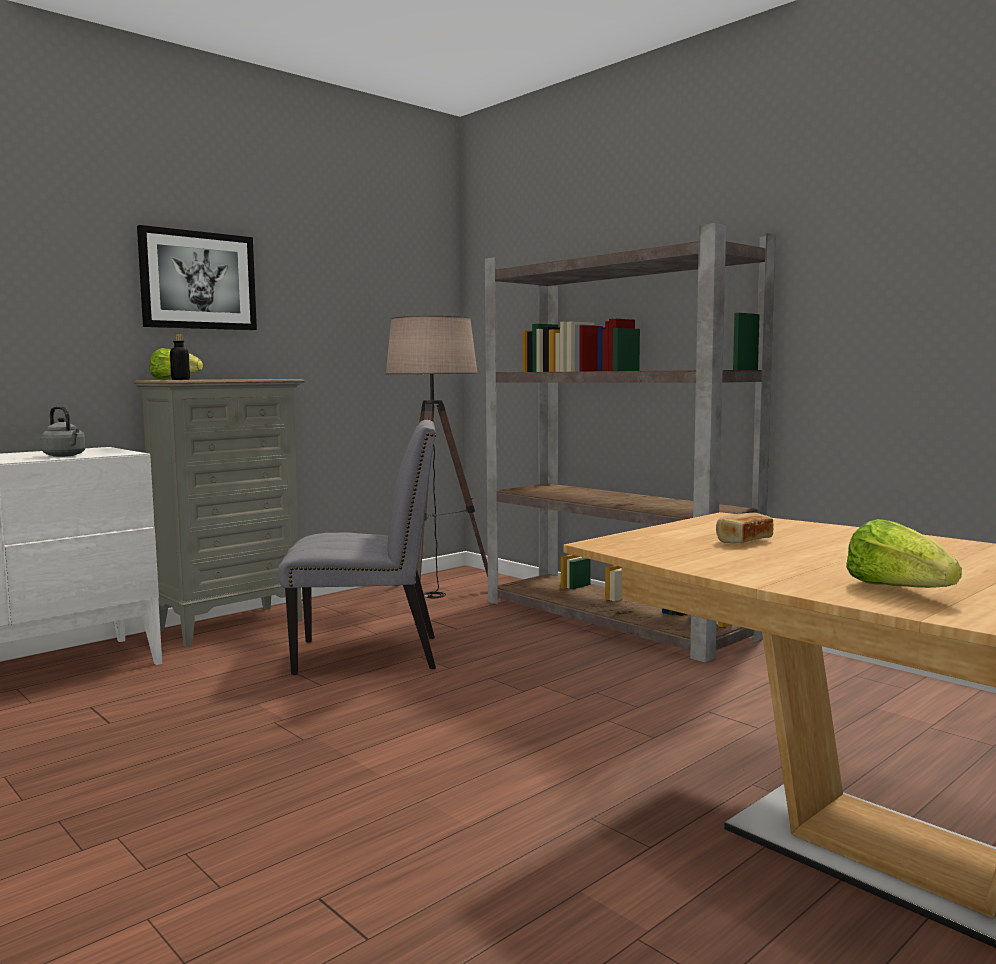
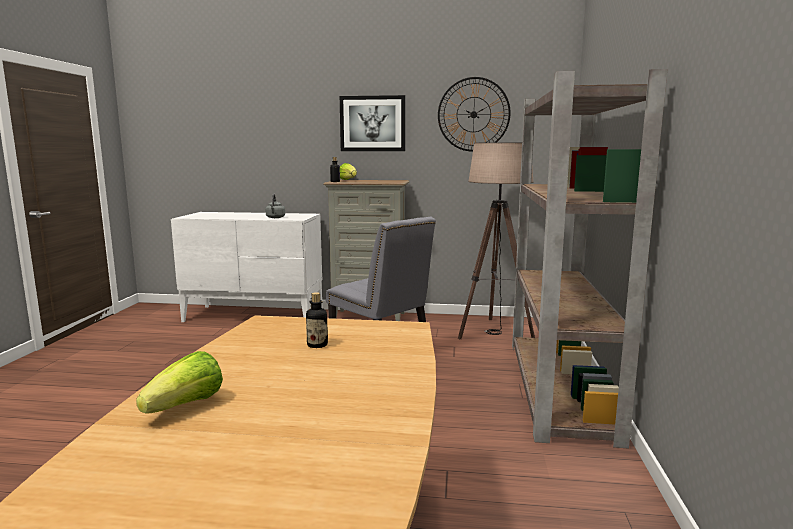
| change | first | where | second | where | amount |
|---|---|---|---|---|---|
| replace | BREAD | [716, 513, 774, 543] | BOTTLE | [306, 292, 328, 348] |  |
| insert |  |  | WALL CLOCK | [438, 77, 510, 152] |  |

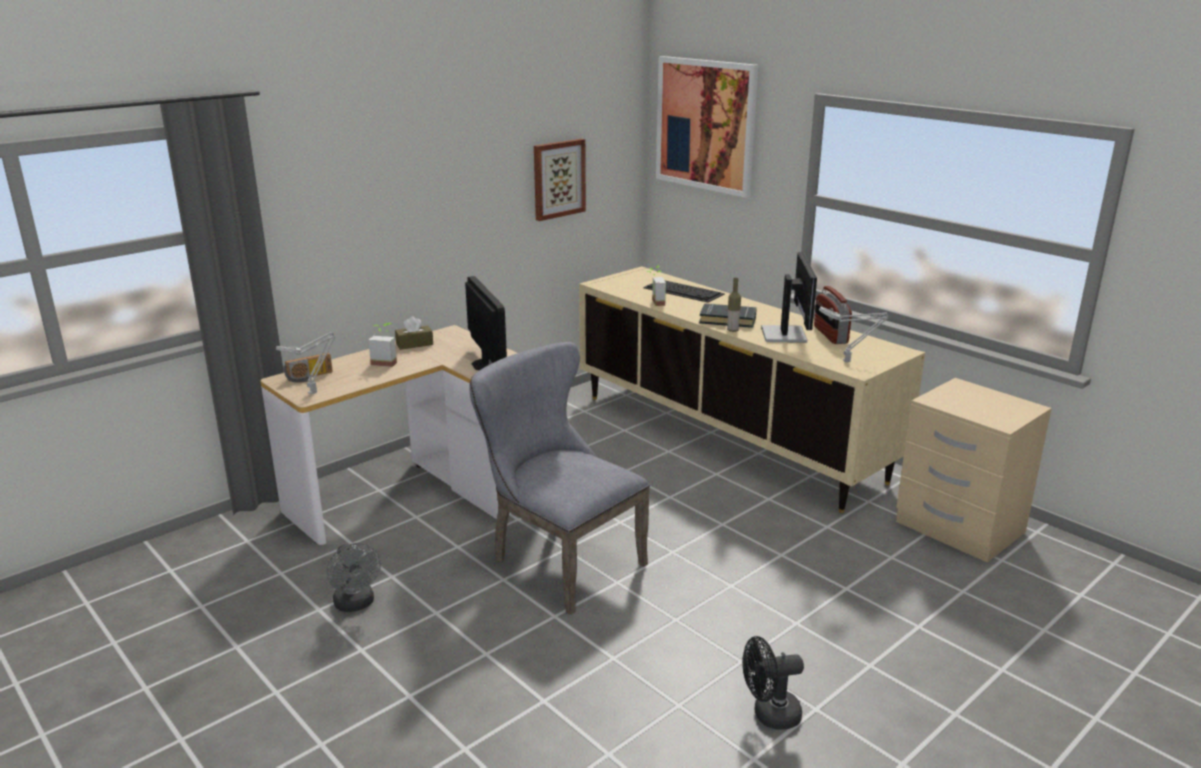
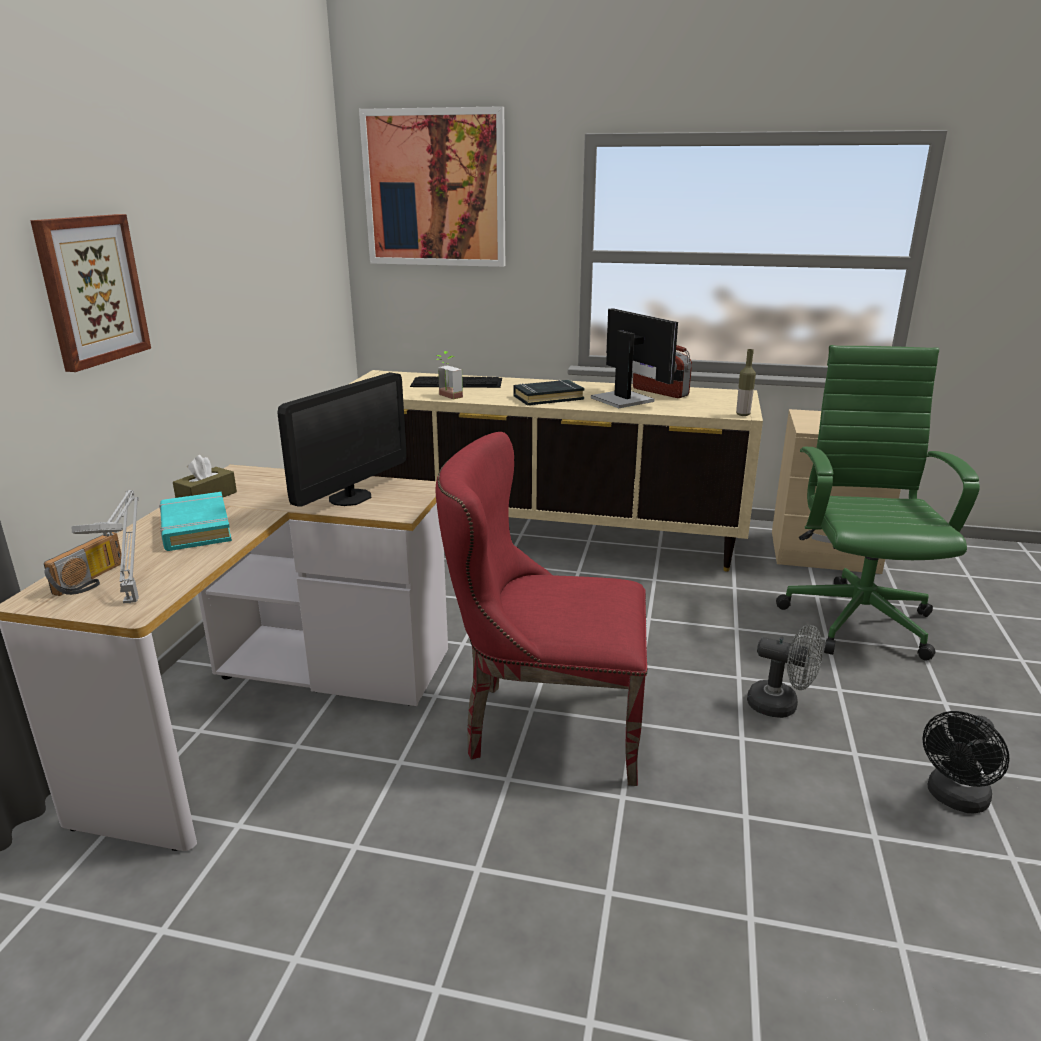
| change | first | where | second | where | amount |
|---|---|---|---|---|---|
| move | PICTURE | [534, 139, 586, 221] |  | [30, 214, 151, 372] |  |
| rotate | MONITOR | [465, 276, 507, 370] |  | [277, 372, 406, 507] | 90 degrees clockwise |
| move | BOTTLE | [727, 278, 741, 332] |  | [736, 349, 756, 416] |  |
| delete | GREY TABLE LAMP | [819, 307, 889, 362] |  |  |  |
| replace | POTTED PLANT | [368, 323, 397, 367] | TURQUOISE BOOK | [159, 492, 232, 551] |  |
| recolor | GREY CHAIR | [469, 342, 650, 615] | RED CHAIR | [435, 432, 648, 786] |  |
| move | GREY FAN | [326, 543, 381, 612] |  | [747, 625, 823, 718] |  |
| insert |  |  | GREEN OFFICE CHAIR | [776, 345, 980, 661] |  |

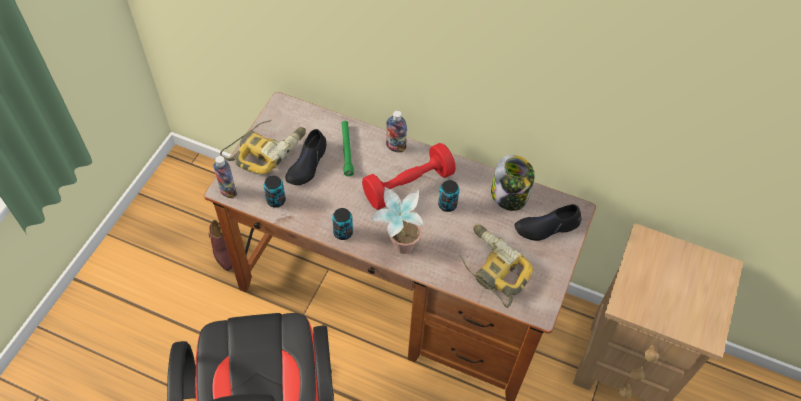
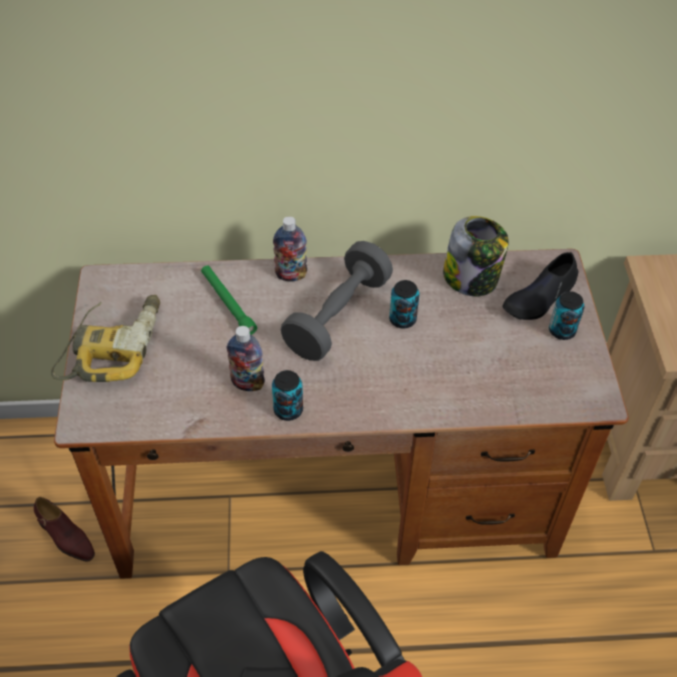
| change | first | where | second | where | amount |
|---|---|---|---|---|---|
| delete | BLACK SHOE | [285, 129, 326, 185] |  |  |  |
| recolor | RED DUMBBELL | [362, 143, 456, 210] | GREY DUMBBELL | [281, 241, 393, 361] |  |
| move | BOTTLE | [213, 156, 237, 199] |  | [227, 326, 265, 391] |  |
| move | CAN | [264, 176, 286, 208] |  | [549, 291, 584, 340] |  |
| delete | POTTED PLANT | [371, 187, 424, 254] |  |  |  |
| delete | POWER DRILL | [459, 225, 533, 308] |  |  |  |

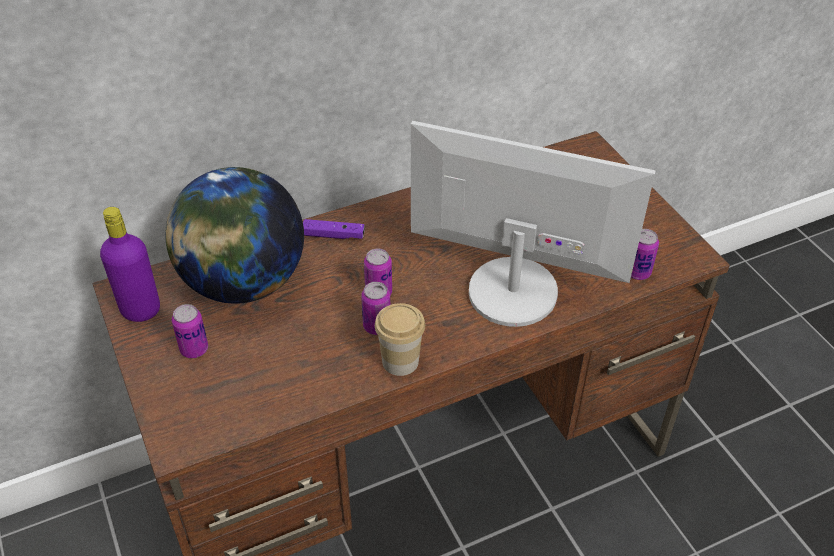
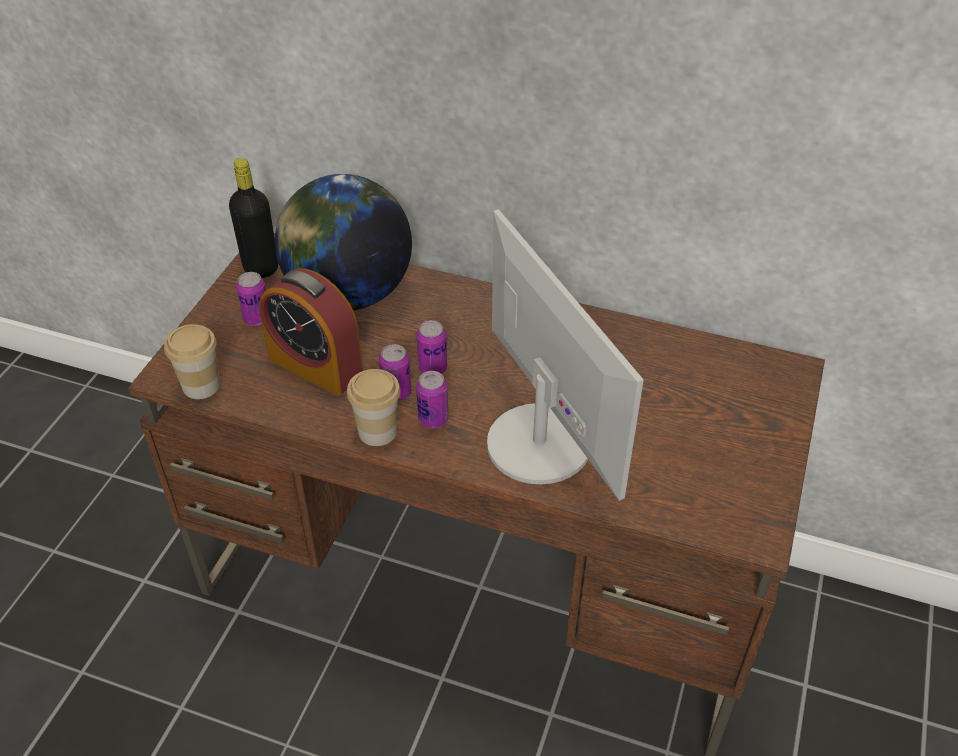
| change | first | where | second | where | amount |
|---|---|---|---|---|---|
| recolor | PURPLE BOTTLE | [100, 207, 160, 322] | BLACK BOTTLE | [229, 158, 278, 278] |  |
| delete | PURPLE GAME CONTROLLER | [303, 219, 365, 239] |  |  |  |
| move | CAN | [631, 229, 659, 280] |  | [416, 371, 448, 429] |  |
| insert |  |  | ALARM CLOCK | [259, 268, 363, 396] |  |
| insert |  |  | CUP | [164, 324, 220, 399] |  |

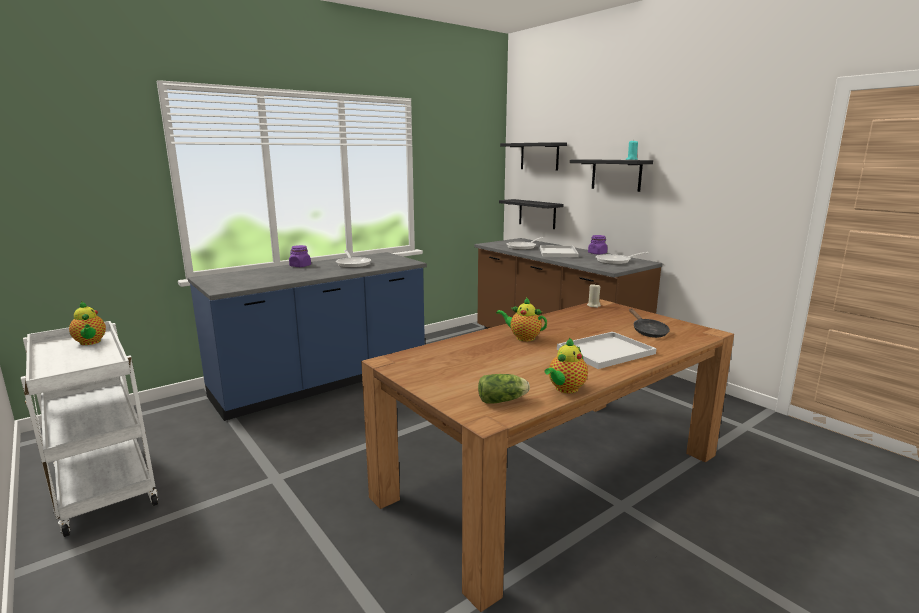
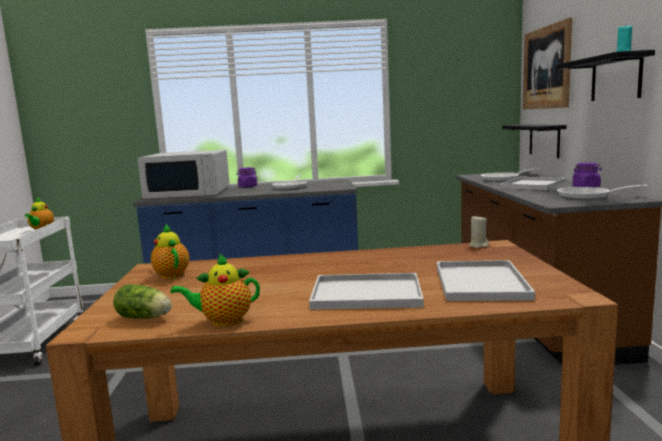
| change | first | where | second | where | amount |
|---|---|---|---|---|---|
| replace | BLACK SHELF | [500, 142, 567, 170] | PICTURE | [523, 18, 572, 110] |  |
| move | TEAPOT | [496, 297, 547, 341] |  | [151, 224, 189, 279] |  |
| replace | BLACK FRYING PAN | [629, 308, 670, 338] | WHITE TRAY | [437, 260, 535, 301] |  |
| insert |  |  | WHITE MICROWAVE | [138, 150, 230, 199] |  |

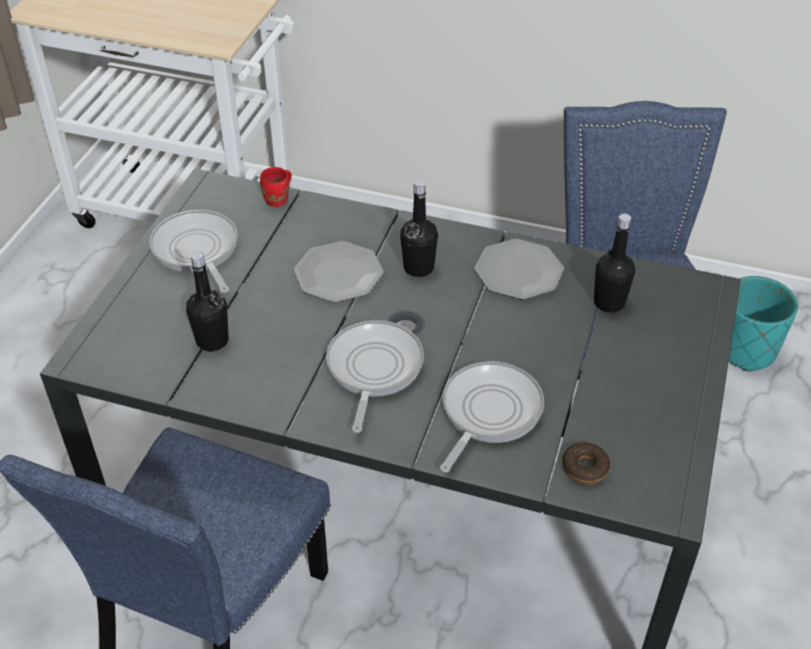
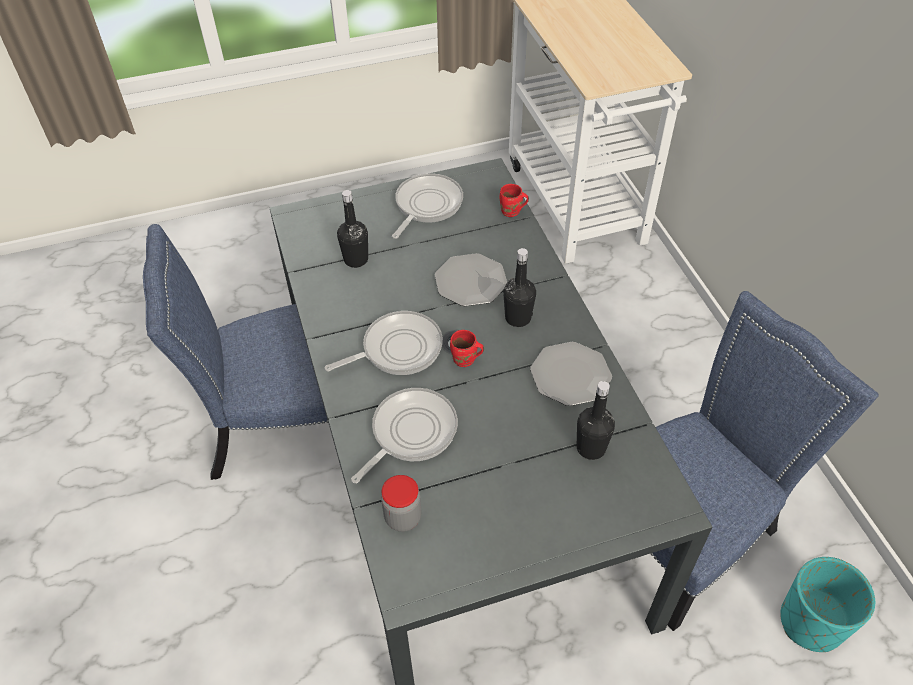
| change | first | where | second | where | amount |
|---|---|---|---|---|---|
| rotate | FRYING PAN | [440, 361, 544, 472] |  | [351, 388, 458, 483] | 45 degrees counterclockwise |
| replace | DONUT | [562, 442, 610, 484] | JAR | [381, 475, 422, 532] |  |
| insert |  |  | RED MUG | [450, 330, 484, 367] |  |

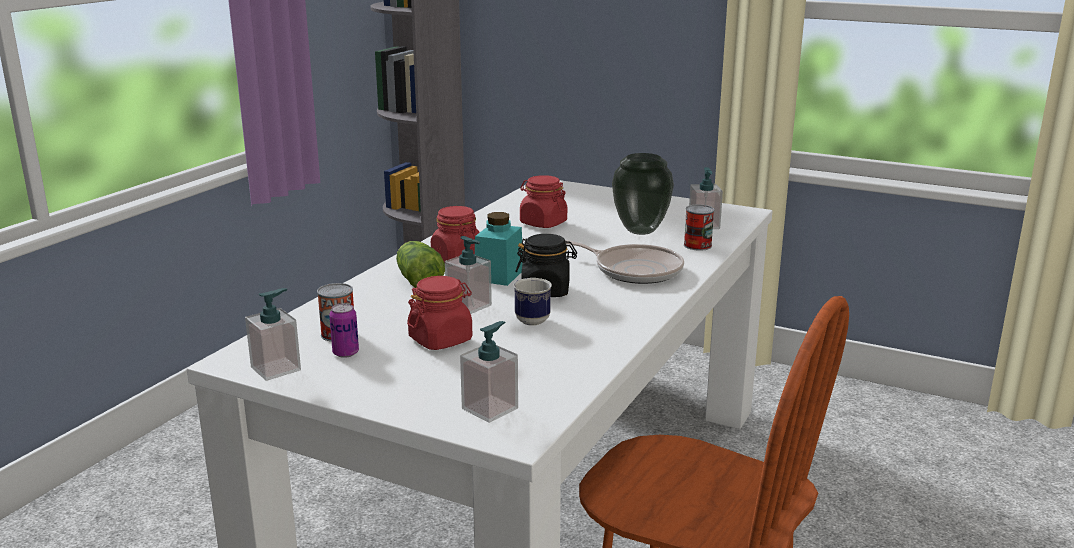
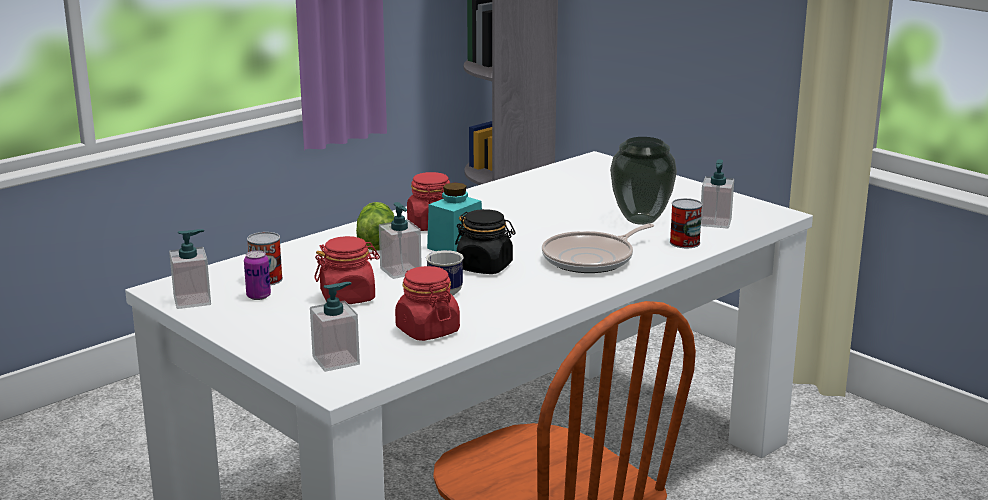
| change | first | where | second | where | amount |
|---|---|---|---|---|---|
| move | RED JAR | [520, 175, 567, 228] |  | [395, 266, 460, 341] |  |
| rotate | FRYING PAN | [565, 240, 684, 284] |  | [542, 223, 654, 273] | 90 degrees clockwise |

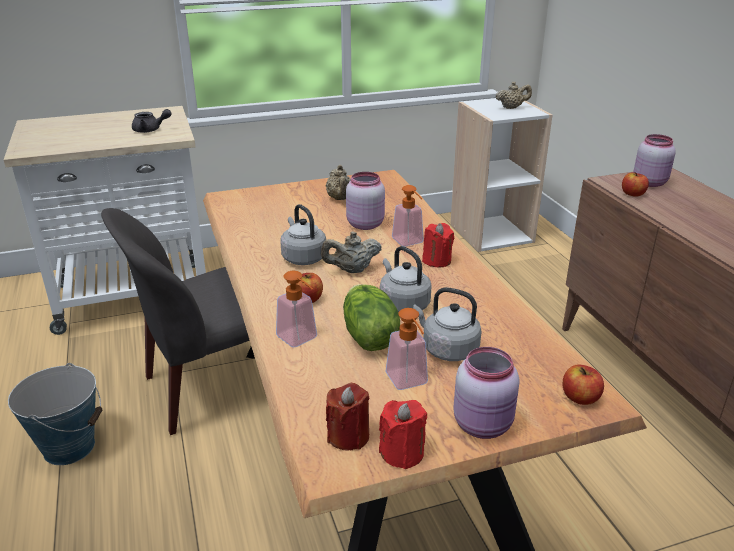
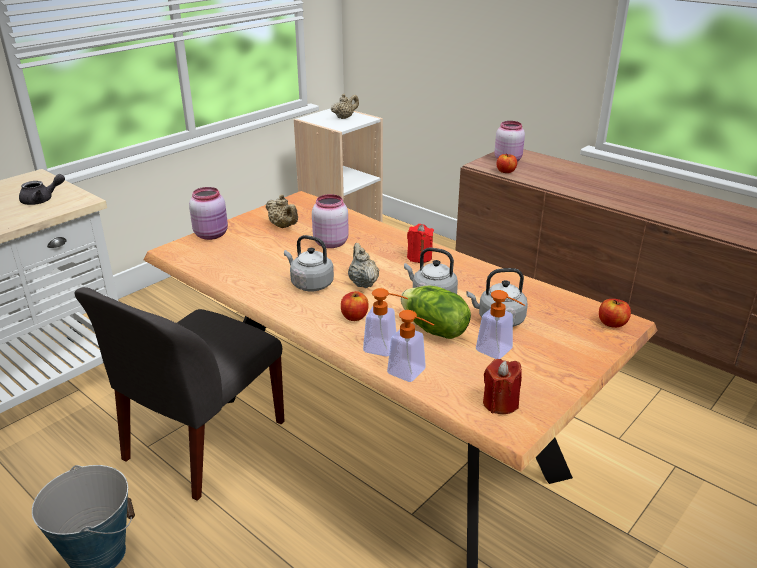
| change | first | where | second | where | amount |
|---|---|---|---|---|---|
| move | SOAP DISPENSER | [392, 185, 424, 247] |  | [387, 310, 434, 382] |  |
| rotate | BEIGE TEAPOT | [321, 231, 382, 273] |  | [348, 243, 379, 288] | 120 degrees clockwise |
| move | PINK JAR | [453, 347, 520, 439] |  | [189, 187, 228, 240] |  |
| delete | RED CANDLE | [379, 400, 427, 469] |  |  |  |

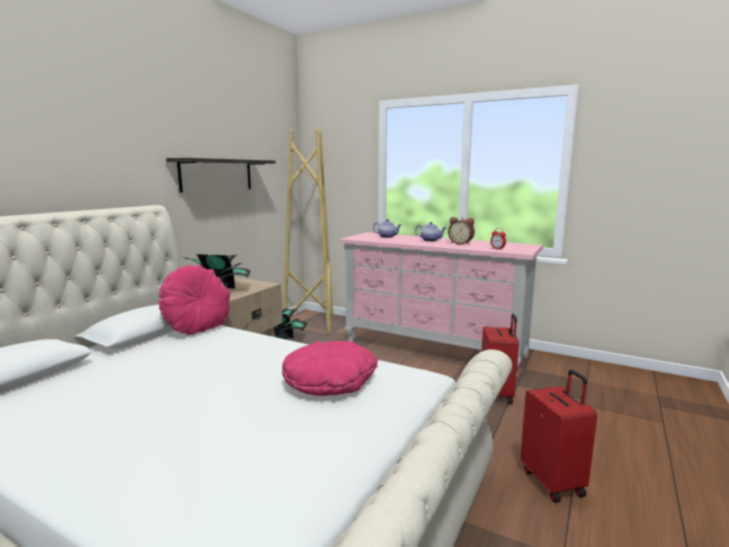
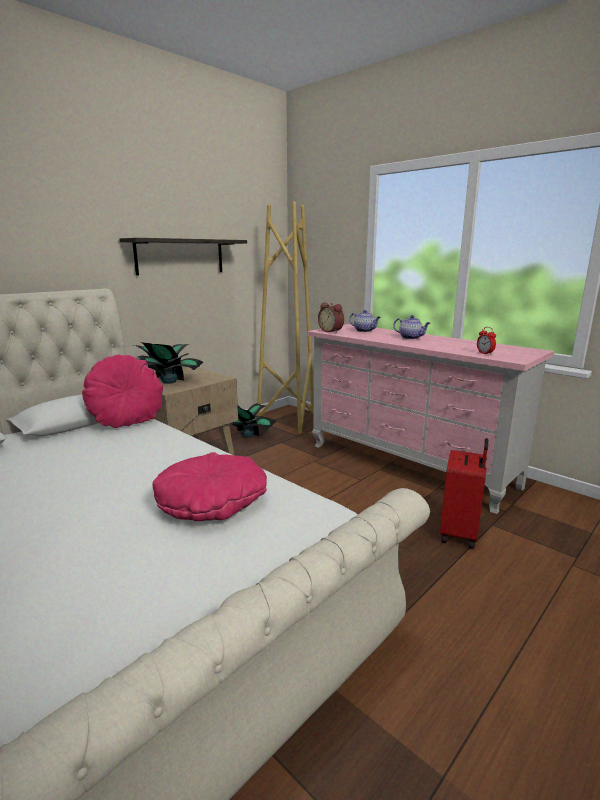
| change | first | where | second | where | amount |
|---|---|---|---|---|---|
| move | ALARM CLOCK | [448, 217, 475, 245] |  | [318, 302, 344, 333] |  |
| delete | RED SUITCASE | [520, 369, 598, 503] |  |  |  |

